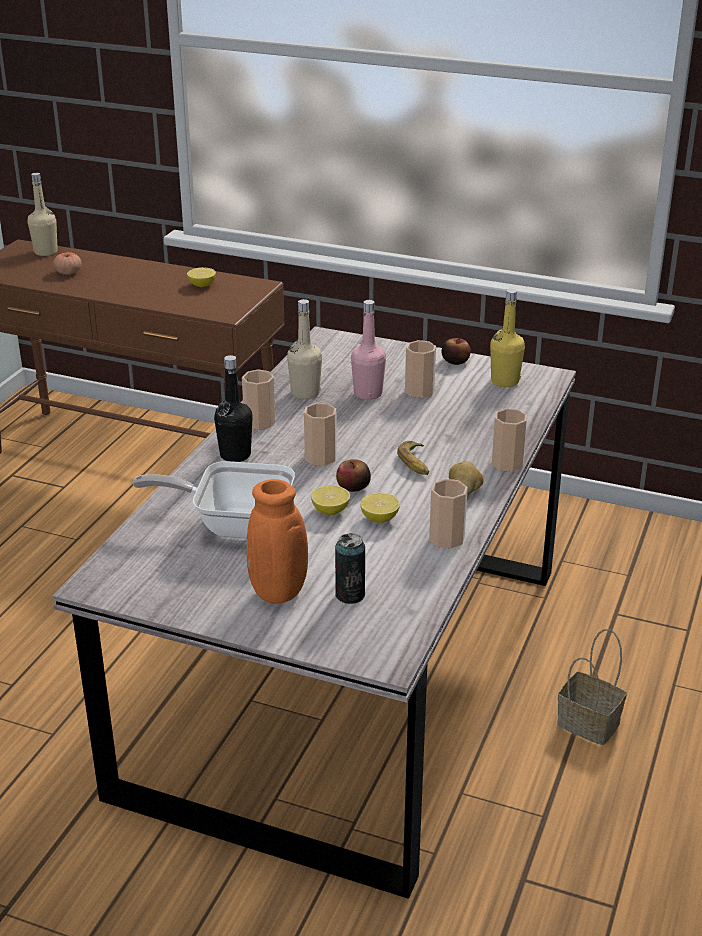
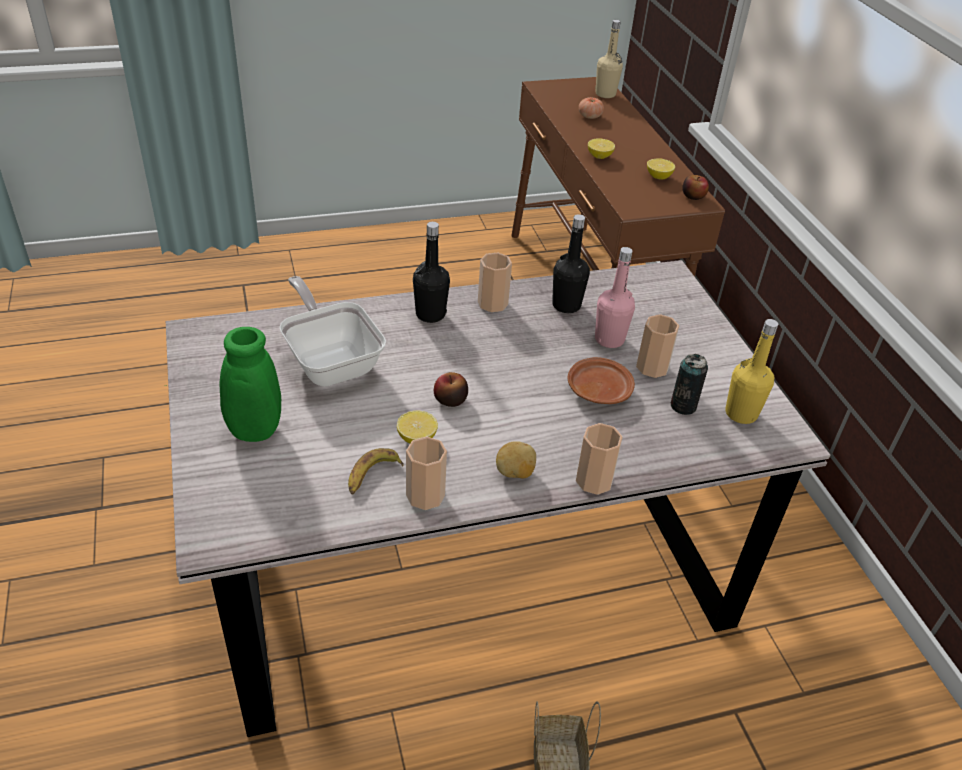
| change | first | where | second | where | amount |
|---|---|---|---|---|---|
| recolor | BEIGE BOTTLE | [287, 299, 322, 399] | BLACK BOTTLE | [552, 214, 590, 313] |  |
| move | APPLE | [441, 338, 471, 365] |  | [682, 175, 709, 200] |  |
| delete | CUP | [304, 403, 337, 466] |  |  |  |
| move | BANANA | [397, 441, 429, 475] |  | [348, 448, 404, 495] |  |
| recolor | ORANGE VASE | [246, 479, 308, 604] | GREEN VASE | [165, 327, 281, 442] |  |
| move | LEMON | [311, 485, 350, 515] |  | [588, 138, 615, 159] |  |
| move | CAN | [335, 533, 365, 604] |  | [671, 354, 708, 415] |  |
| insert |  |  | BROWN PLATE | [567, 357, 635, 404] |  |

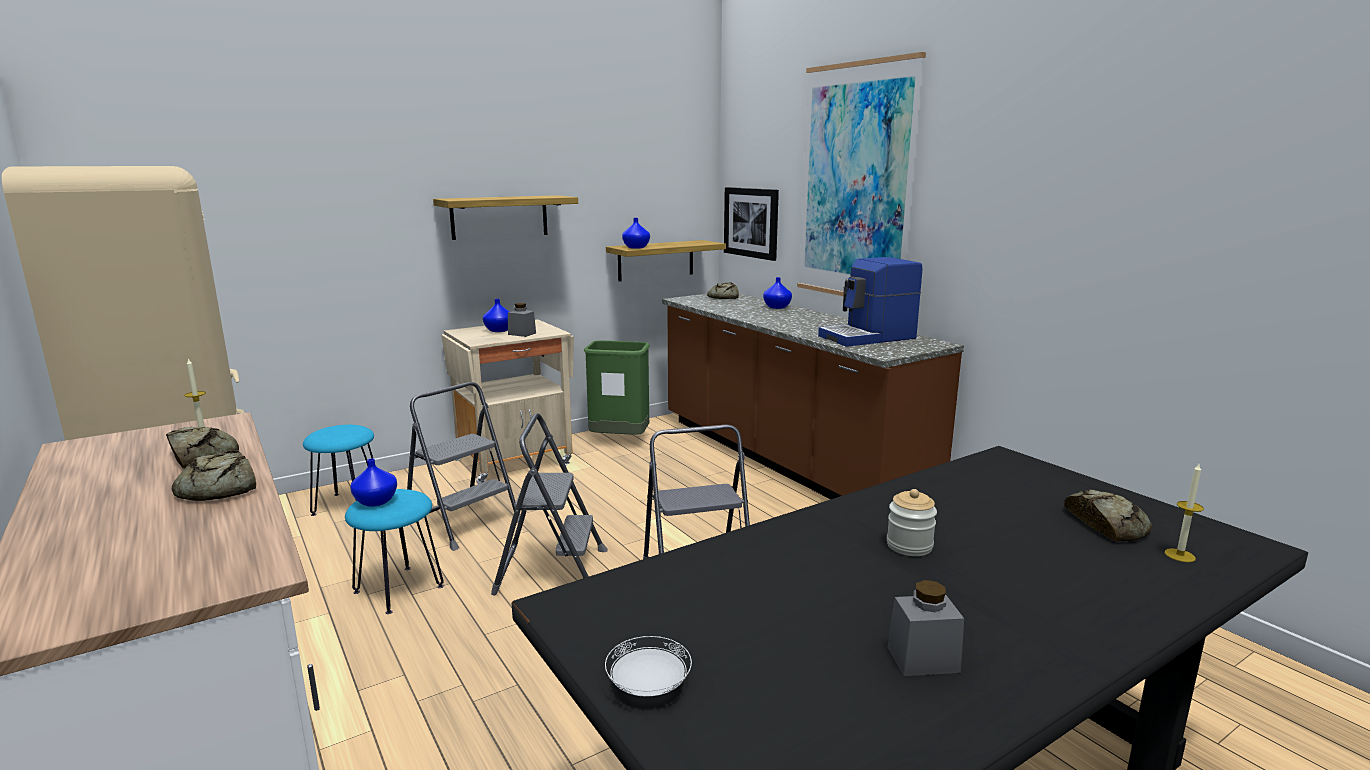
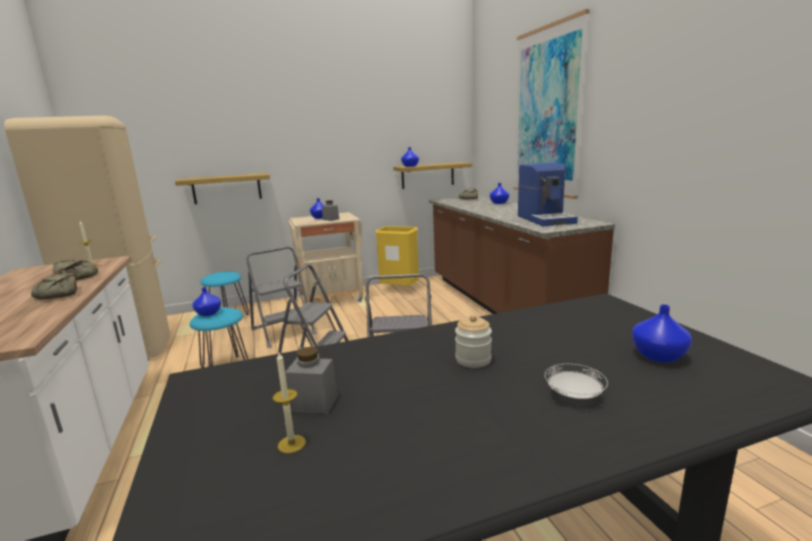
| change | first | where | second | where | amount |
|---|---|---|---|---|---|
| delete | PICTURE | [724, 187, 779, 261] |  |  |  |
| move | SHELF | [433, 195, 578, 240] |  | [175, 173, 270, 204] |  |
| rotate | COFFEE MACHINE | [818, 257, 922, 347] |  | [518, 163, 578, 226] | 90 degrees counterclockwise |
| recolor | GREEN TRASH CAN | [584, 340, 650, 435] | YELLOW TRASH CAN | [375, 226, 419, 286] |  |
| move | CANDLE | [1165, 464, 1204, 562] |  | [273, 352, 306, 453] |  |
| replace | BREAD | [1064, 490, 1152, 541] | BLUE VASE | [632, 304, 692, 363] |  |
| move | GREY JAR | [887, 580, 964, 676] |  | [285, 347, 338, 414] |  |
| move | WHITE PLATE | [605, 636, 692, 697] |  | [545, 364, 608, 399] |  |

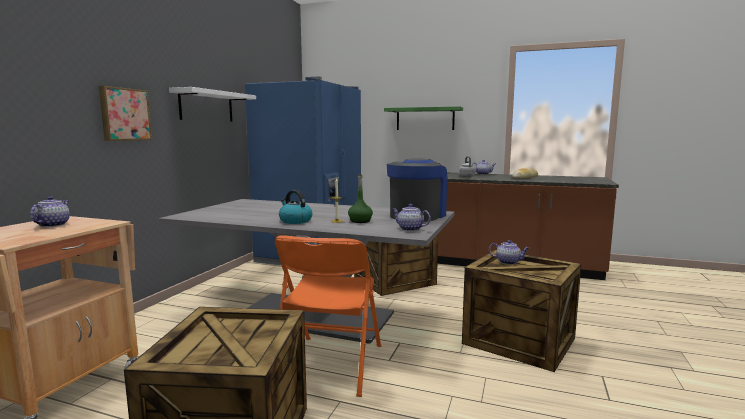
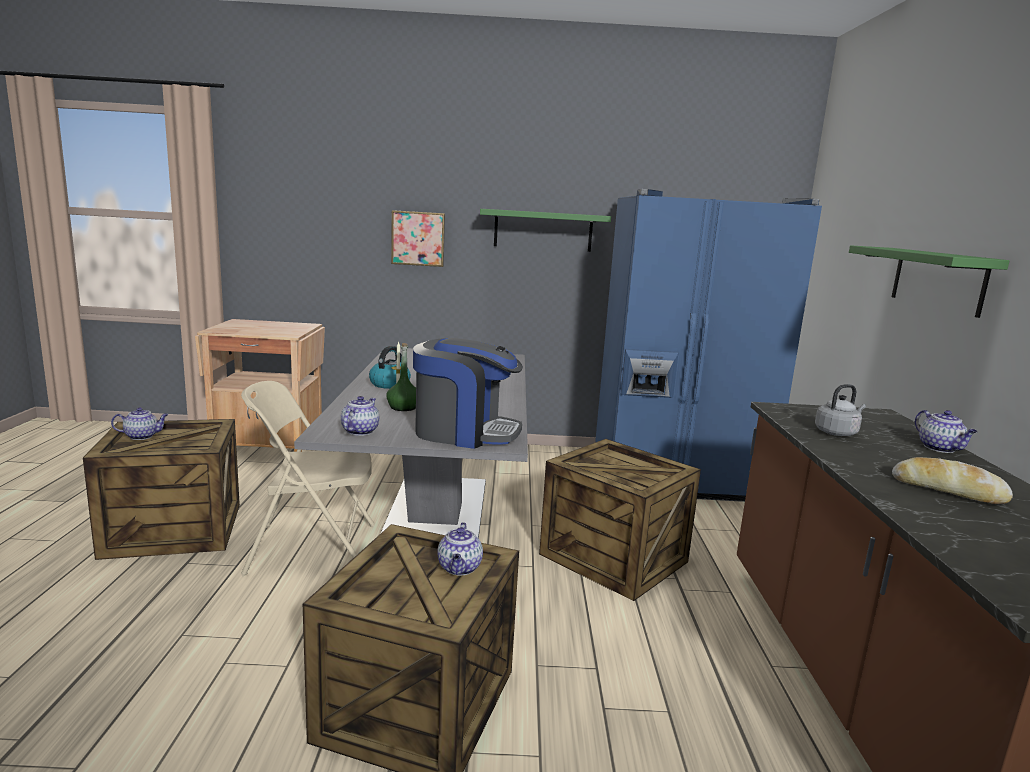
| change | first | where | second | where | amount |
|---|---|---|---|---|---|
| recolor | WHITE SHELF | [169, 87, 256, 122] | GREEN SHELF | [480, 209, 611, 252] |  |
| move | TEAPOT | [30, 196, 70, 227] |  | [111, 407, 169, 440] |  |
| recolor | ORANGE CHAIR | [275, 235, 381, 397] | BEIGE CHAIR | [241, 381, 375, 576] |  |

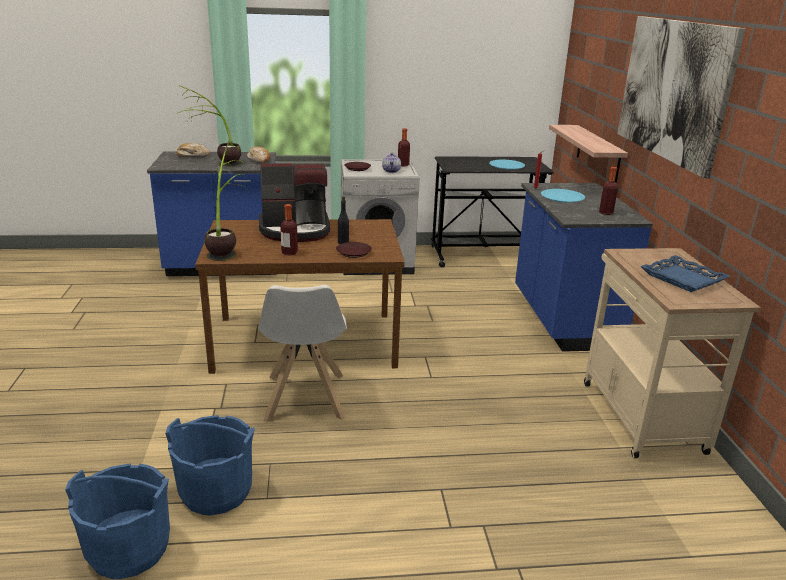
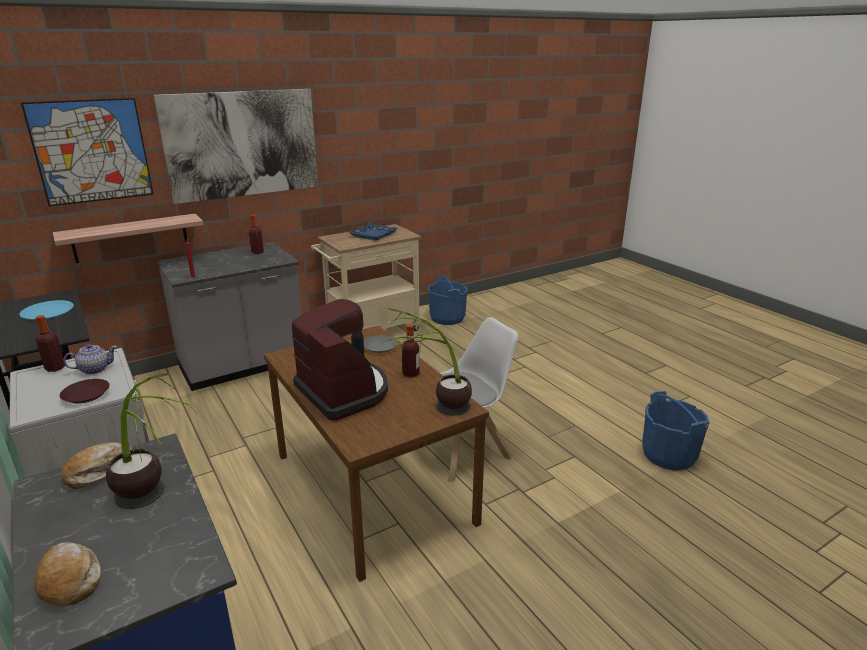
| change | first | where | second | where | amount |
|---|---|---|---|---|---|
| recolor | BLUE COUNTER | [515, 183, 653, 352] | GREY COUNTER | [156, 242, 302, 391] |  |
| delete | BLUE PLATE | [541, 189, 585, 203] |  |  |  |
| recolor | BROWN PLATE | [336, 242, 372, 258] | GREY PLATE | [364, 335, 398, 353] |  |
| move | BLUE BUCKET | [165, 415, 255, 515] |  | [428, 276, 468, 325] |  |
| insert |  |  | PICTURE | [21, 98, 154, 206] |  |

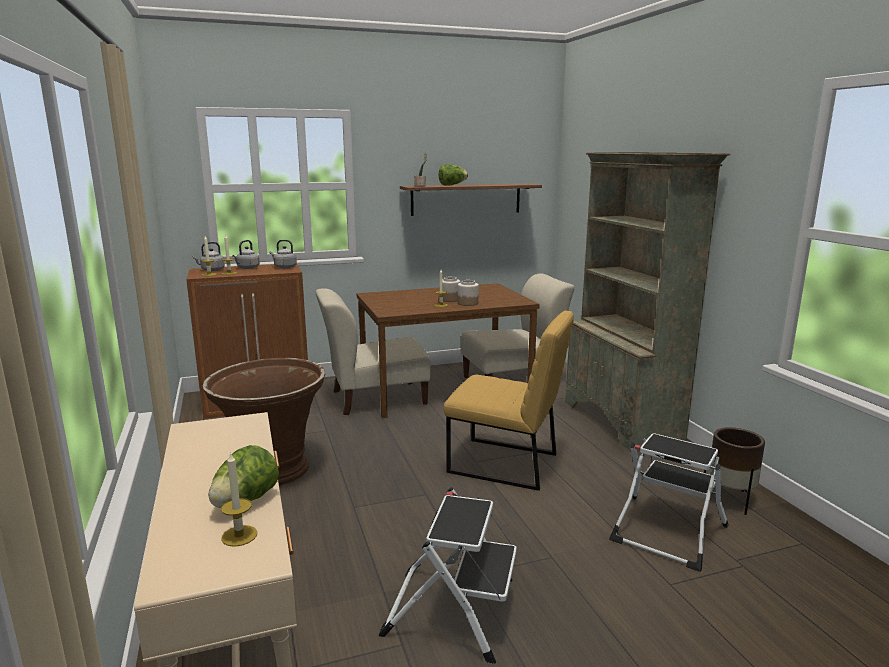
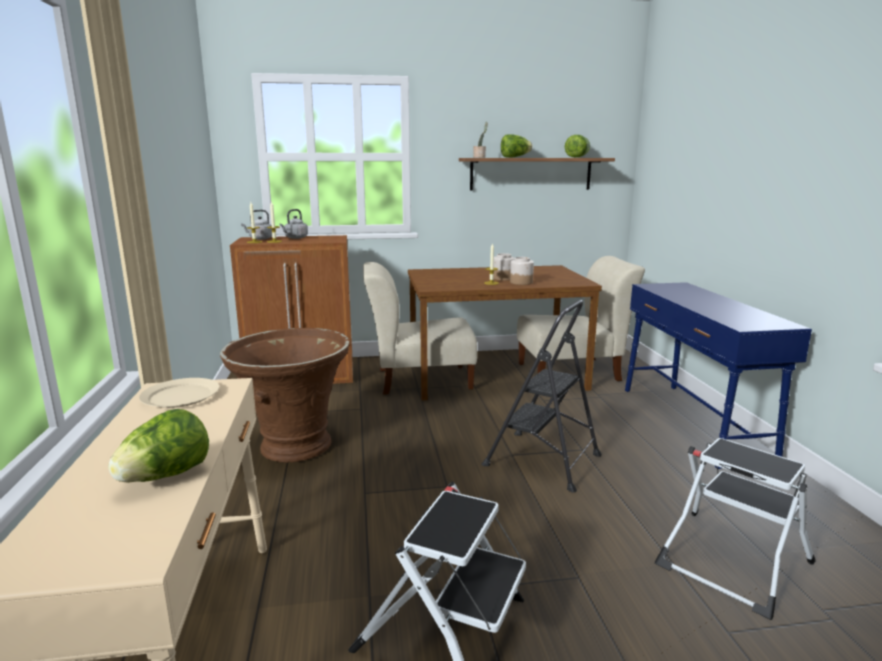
| change | first | where | second | where | amount |
|---|---|---|---|---|---|
| replace | GREEN BOOKCASE | [565, 152, 731, 452] | BLUE CONSOLE TABLE | [625, 282, 812, 469] |  |
| delete | GREY KETTLE | [270, 240, 297, 268] |  |  |  |
| replace | YELLOW CHAIR | [444, 311, 574, 491] | BLACK STEP LADDER | [481, 300, 602, 493] |  |
| delete | BROWN PLANTER | [704, 427, 765, 515] |  |  |  |
| delete | CANDLE | [221, 452, 257, 547] |  |  |  |
| insert |  |  | LETTUCE | [565, 135, 590, 158] |  |
| insert |  |  | BEIGE PLATE | [139, 378, 220, 408] |  |

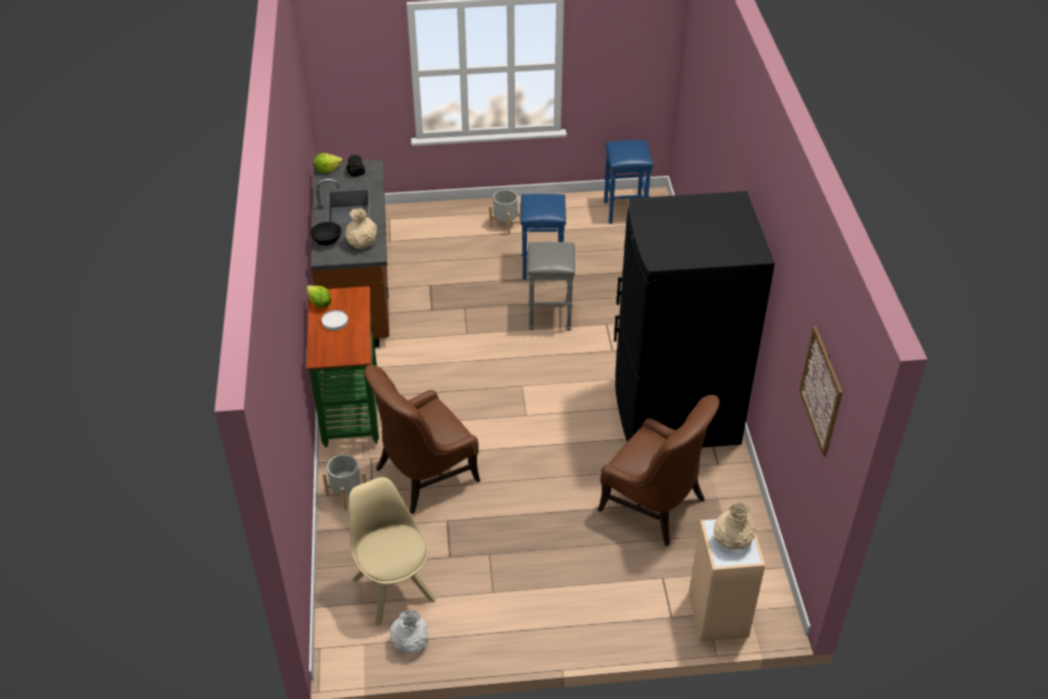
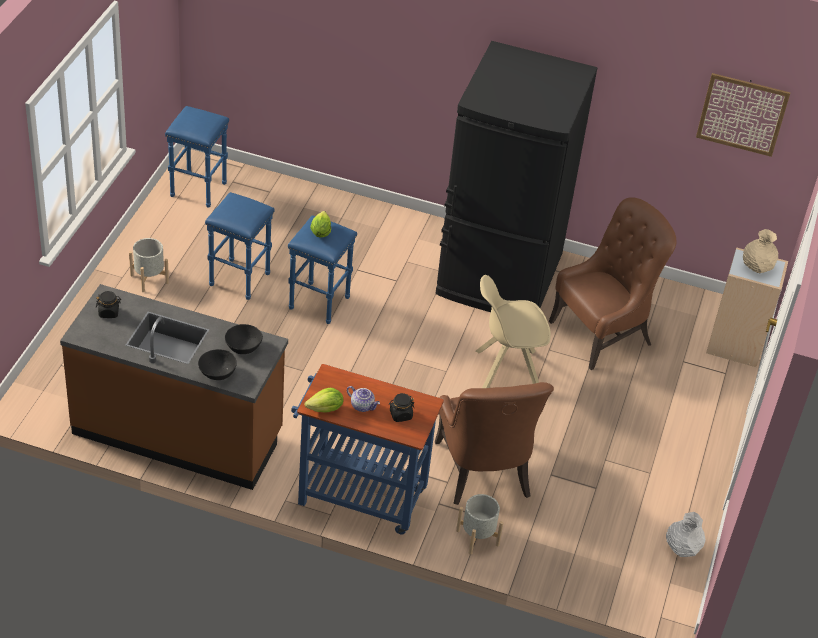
| change | first | where | second | where | amount |
|---|---|---|---|---|---|
| move | LETTUCE | [313, 153, 343, 173] |  | [310, 211, 331, 237] |  |
| replace | BEIGE VASE | [345, 208, 378, 249] | BLACK BOWL | [225, 324, 263, 354] |  |
| recolor | GREY STOOL | [527, 242, 575, 331] | BLUE STOOL | [288, 215, 357, 324] |  |
| recolor | GREEN CART | [306, 286, 379, 447] | BLUE CART | [291, 364, 444, 534] |  |
| replace | WHITE PLATE | [321, 310, 348, 331] | TEAPOT | [347, 386, 380, 412] |  |
| move | BEIGE CHAIR | [349, 477, 436, 626] |  | [476, 275, 551, 388] |  |
| insert |  |  | BLACK JAR | [389, 393, 415, 422] |  |

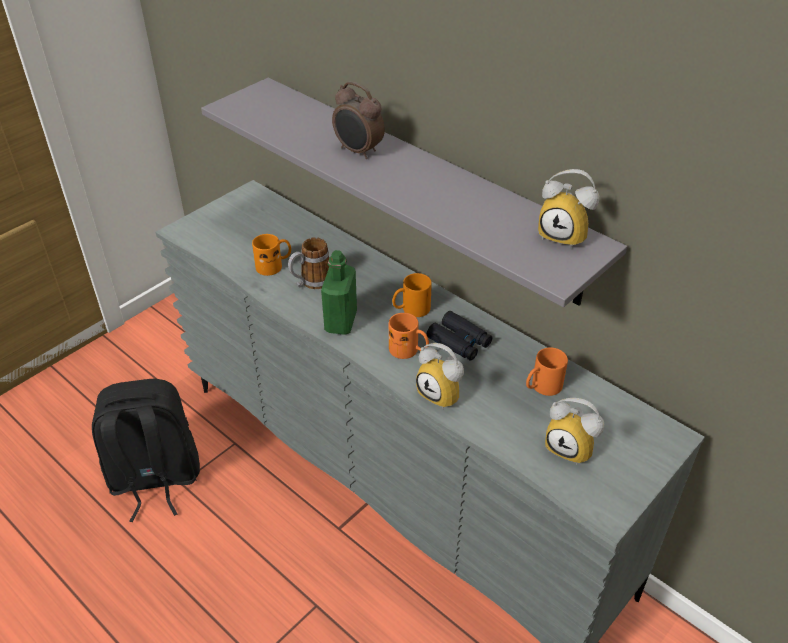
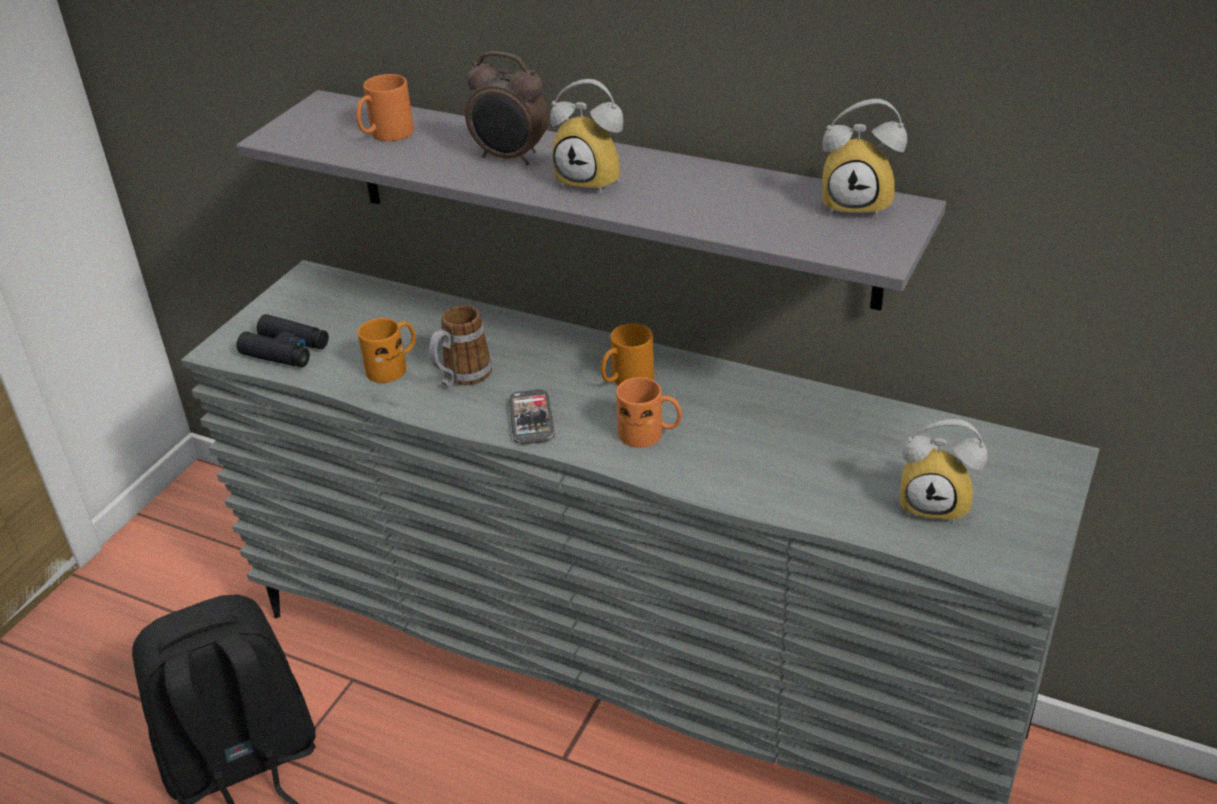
| change | first | where | second | where | amount |
|---|---|---|---|---|---|
| replace | GREEN BOTTLE | [321, 250, 357, 335] | PHONE | [509, 389, 555, 445] |  |
| move | BLACK BINOCULARS | [427, 311, 492, 361] |  | [236, 314, 329, 367] |  |
| move | ALARM CLOCK | [416, 343, 464, 409] |  | [550, 79, 623, 194] |  |
| move | ORANGE MUG | [526, 347, 568, 396] |  | [356, 74, 414, 141] |  |

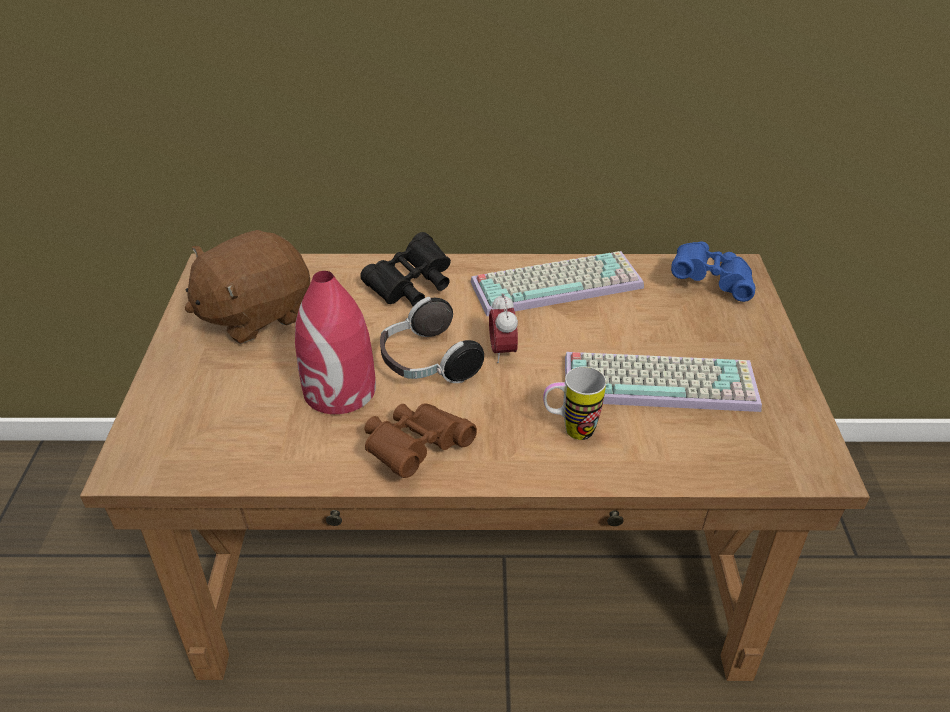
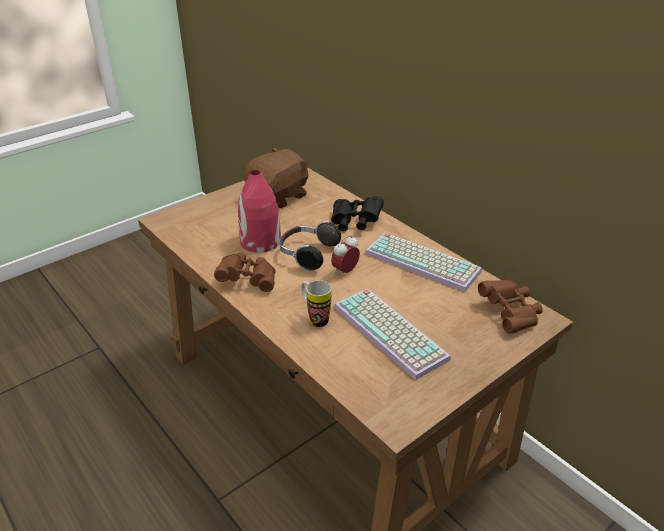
| change | first | where | second | where | amount |
|---|---|---|---|---|---|
| rotate | BROWN PLUSH TOY | [185, 230, 310, 344] |  | [244, 147, 309, 208] | 120 degrees clockwise |
| recolor | BLUE BINOCULARS | [671, 242, 755, 302] | BROWN BINOCULARS | [478, 279, 543, 334] |  |

